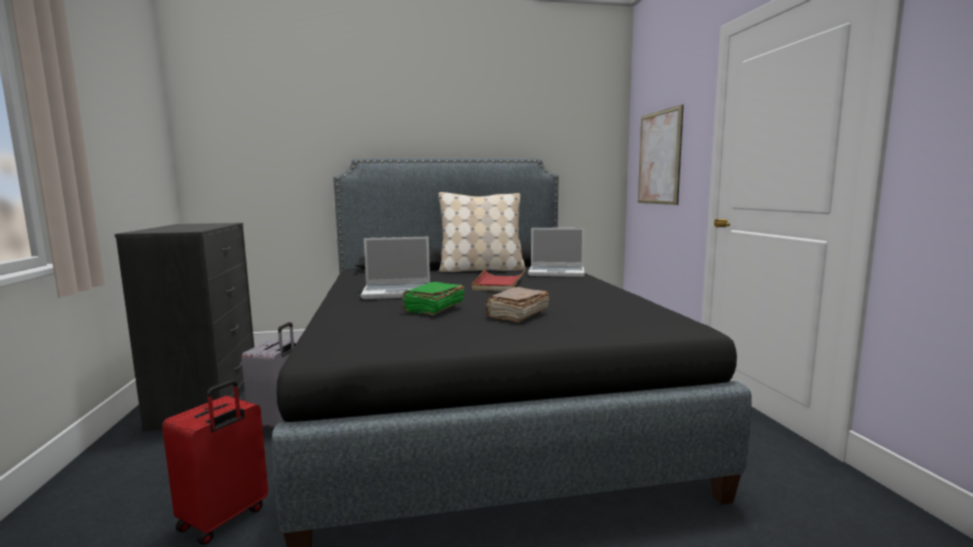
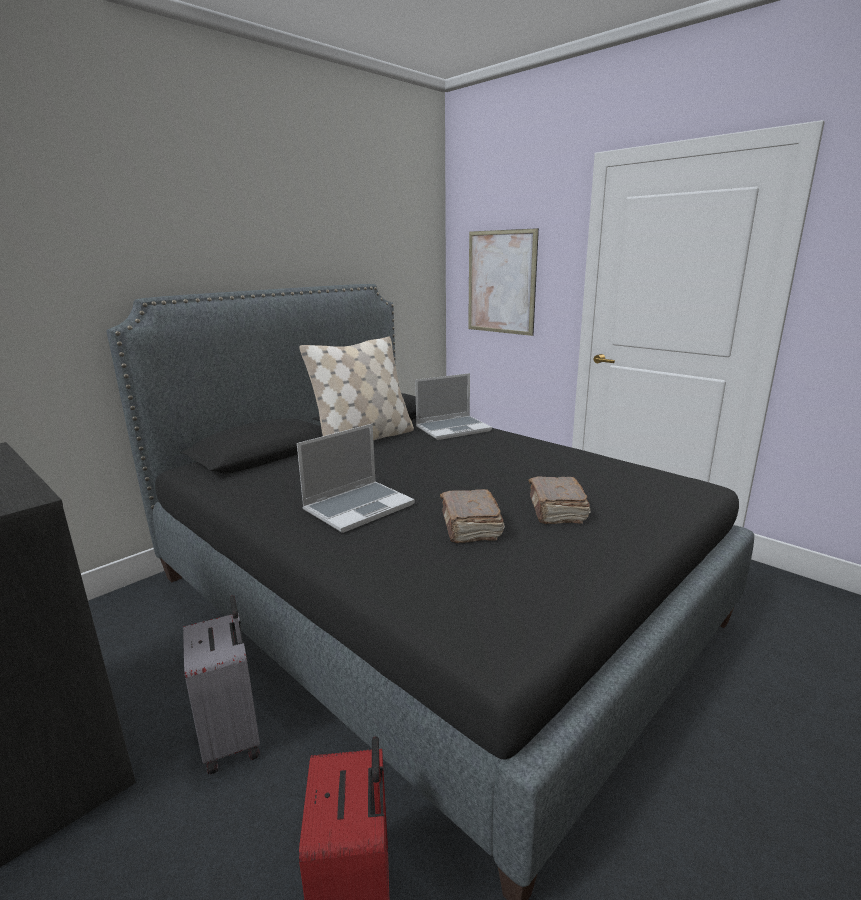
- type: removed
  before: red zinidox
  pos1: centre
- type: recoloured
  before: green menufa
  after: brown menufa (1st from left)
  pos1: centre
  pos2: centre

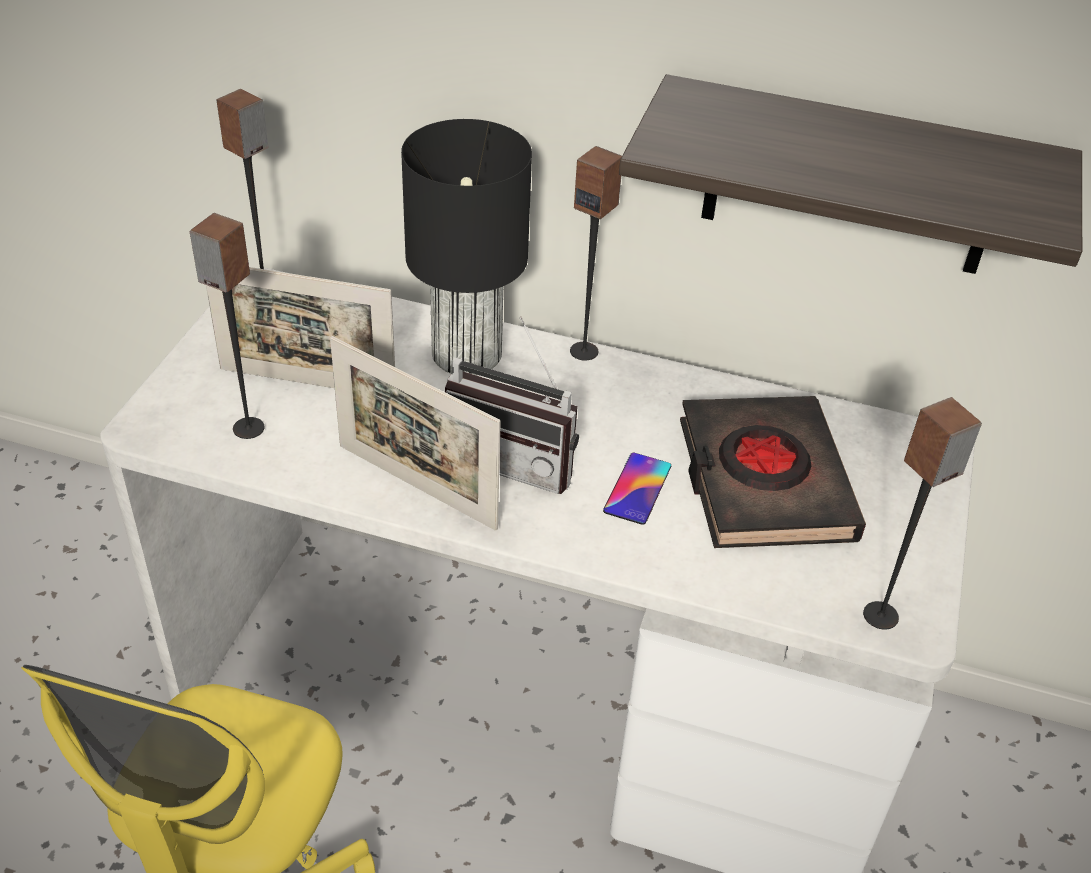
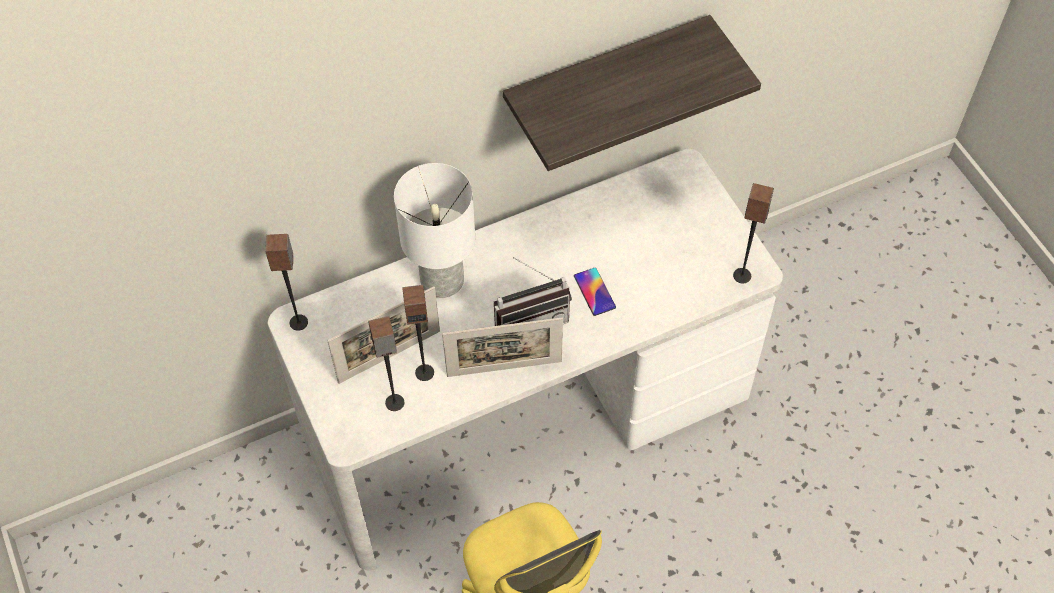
- type: removed
  before: black menufa
  pos1: middle right
- type: moved
  before: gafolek (3rd from left)
  pos1: top centre
  pos2: centre
- type: recoloured
  before: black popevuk
  after: white popevuk
  pos1: top centre
  pos2: centre

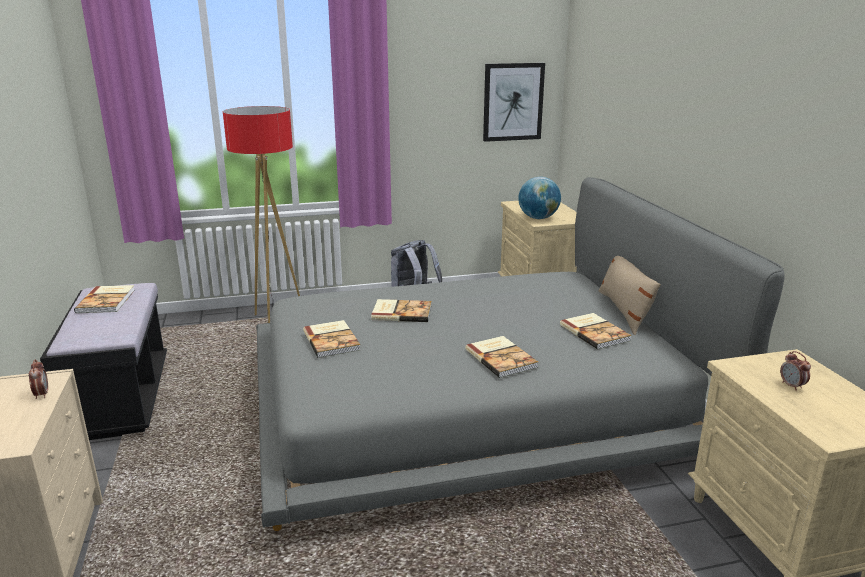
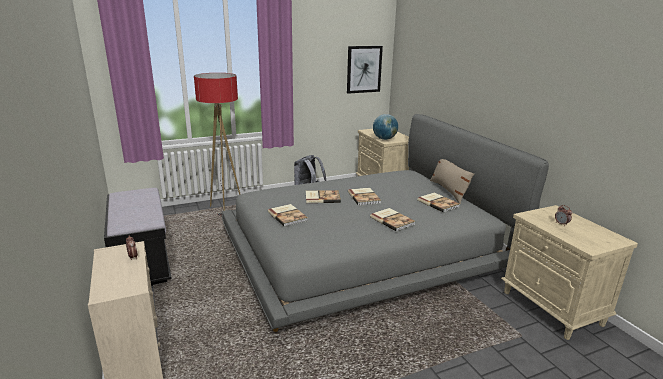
- type: moved
  before: menufa (1st from left in the first image)
  after: menufa (3rd from left)
  pos1: middle left
  pos2: centre

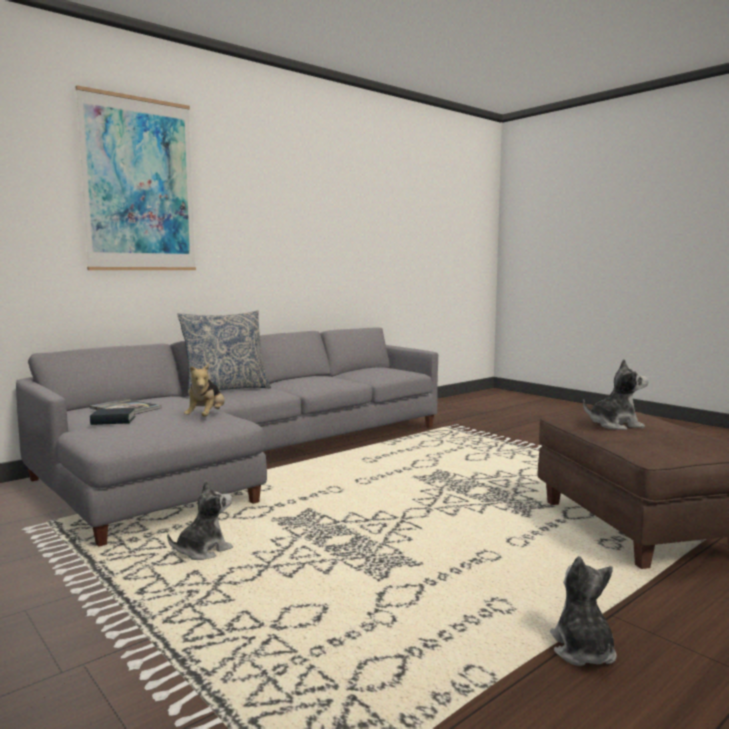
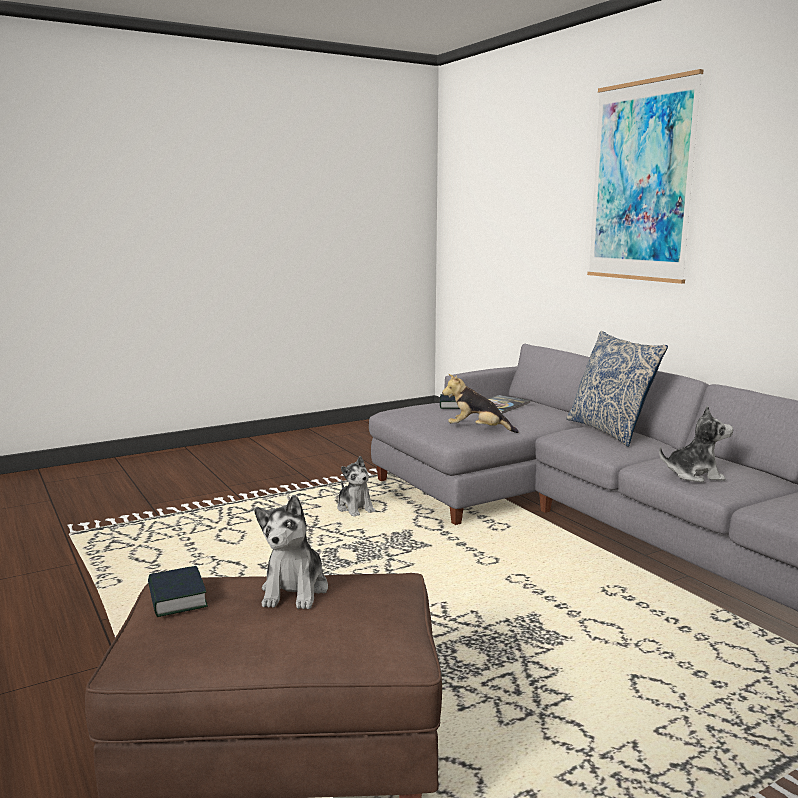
- type: added
  after: menufa (1st from left)
  pos2: bottom left
- type: moved
  before: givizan (3rd from left in the first image)
  after: givizan (4th from left)
  pos1: bottom right
  pos2: middle right

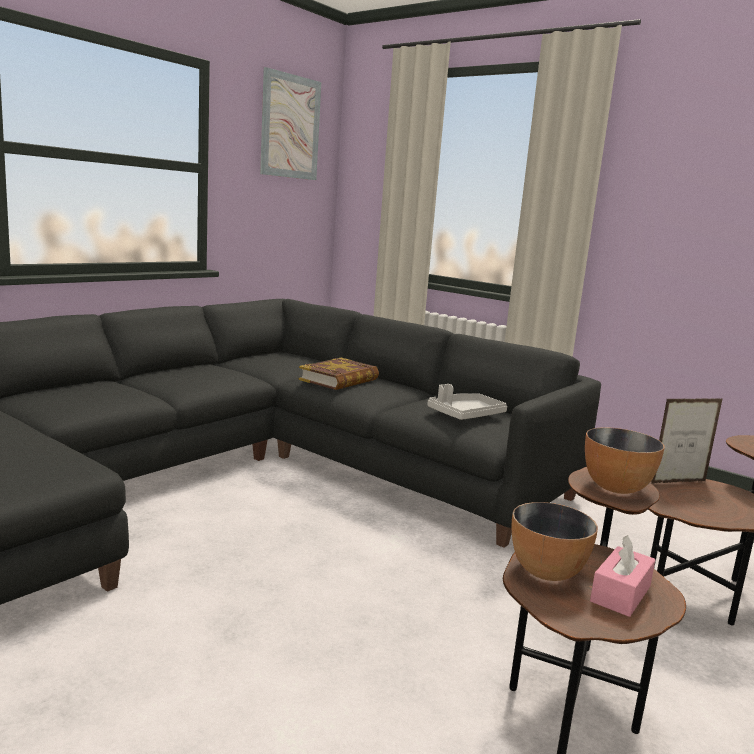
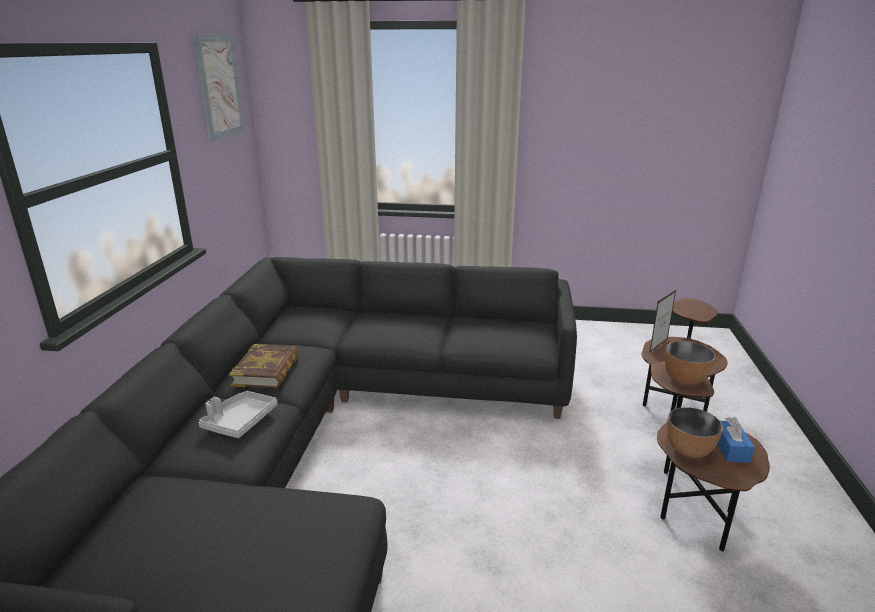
- type: moved
  before: menufa
  pos1: centre
  pos2: middle left
- type: moved
  before: grey zinidox
  pos1: centre
  pos2: bottom left
- type: recoloured
  before: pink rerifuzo
  after: blue rerifuzo
  pos1: bottom right
  pos2: bottom right

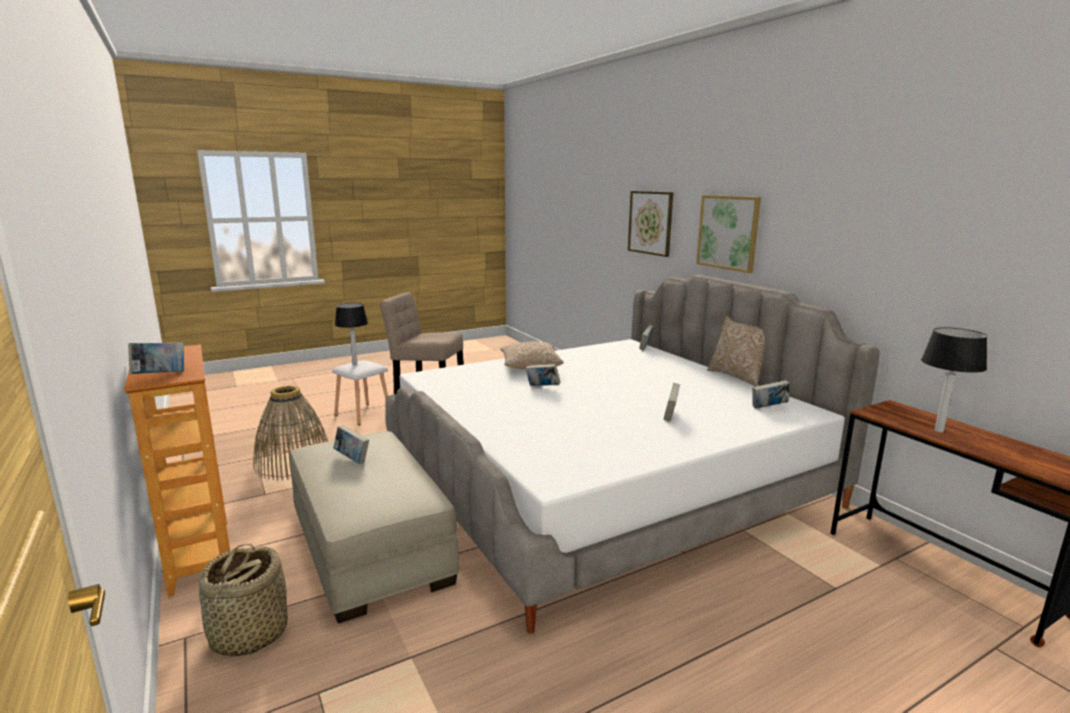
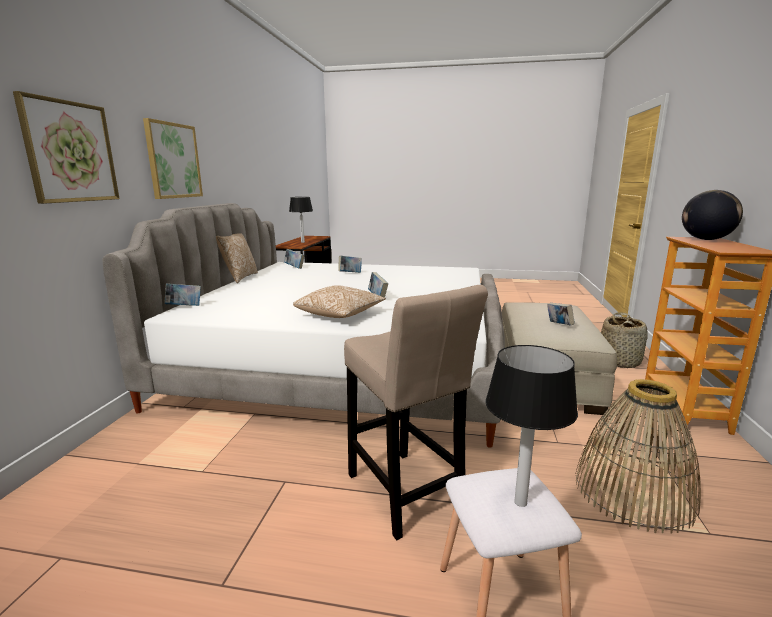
- type: replaced
  before: menufa (1st from left)
  after: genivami
  pos1: middle left
  pos2: middle right

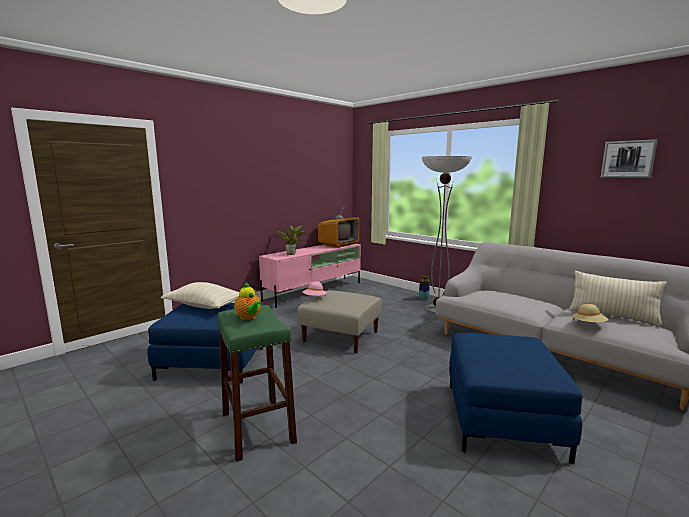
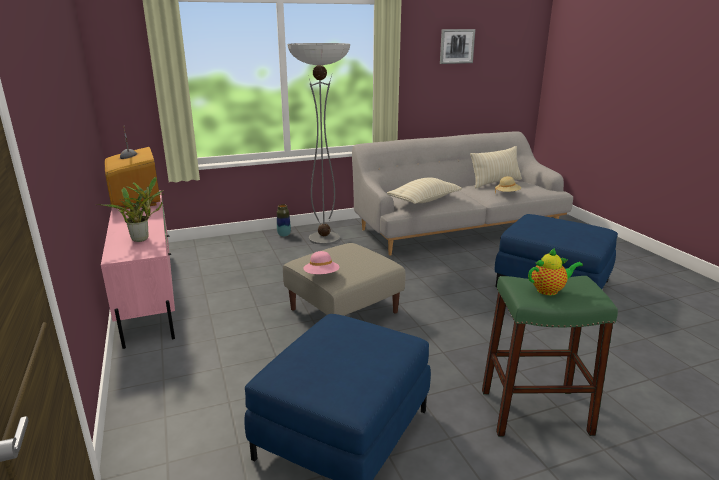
- type: moved
  before: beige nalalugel (1st from left)
  pos1: middle left
  pos2: centre

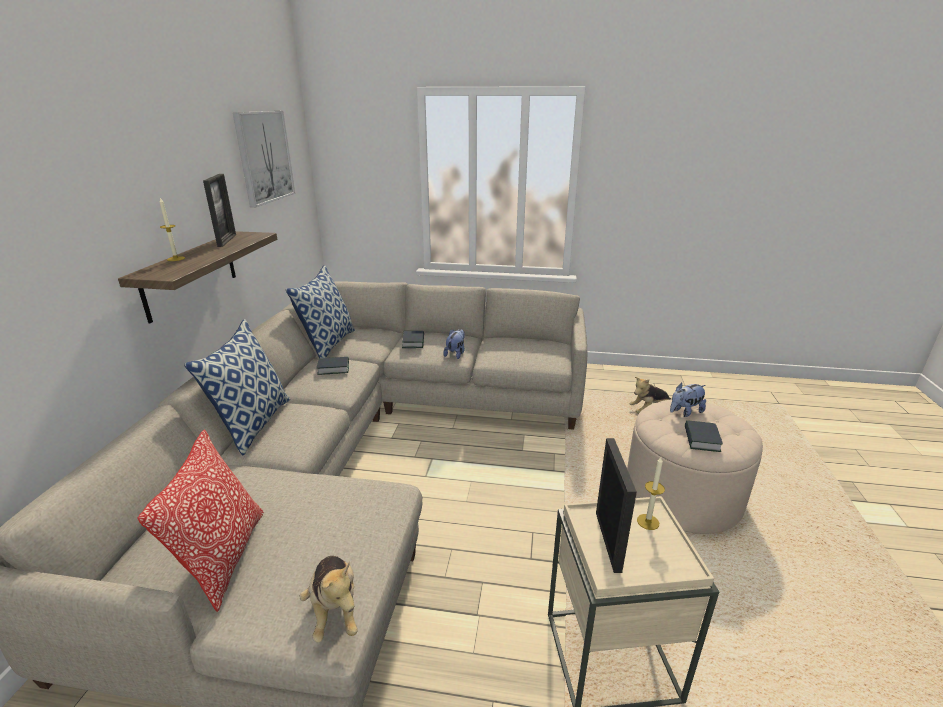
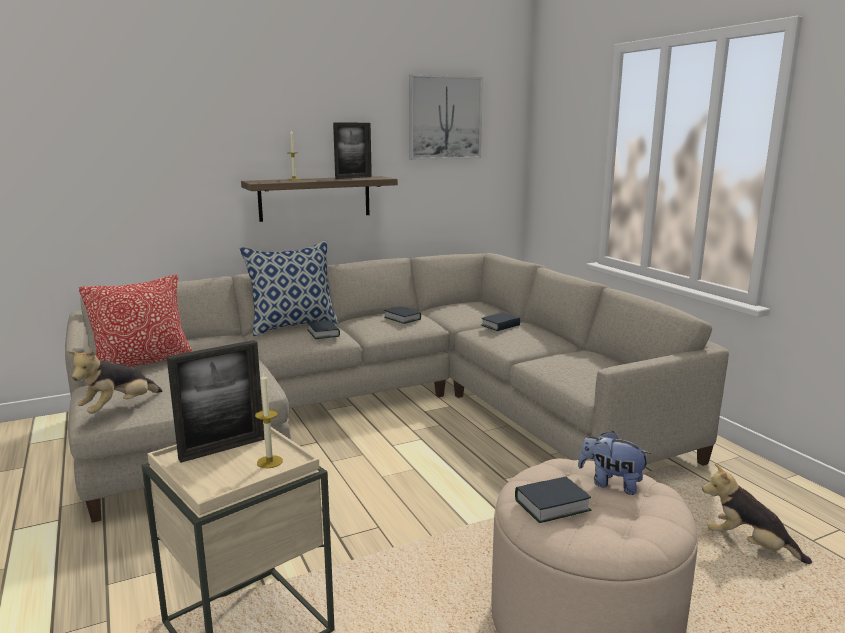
- type: removed
  before: nalalugel (3rd from left)
  pos1: centre
- type: removed
  before: givizan (2nd from left)
  pos1: centre
- type: added
  after: menufa (1st from left)
  pos2: centre

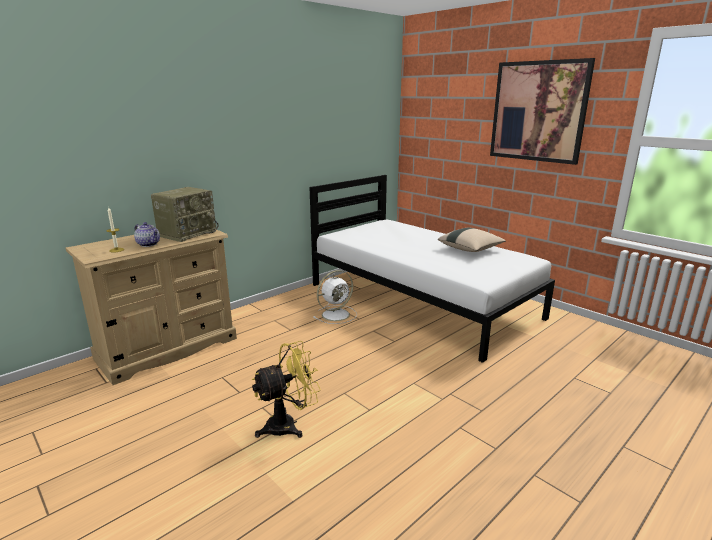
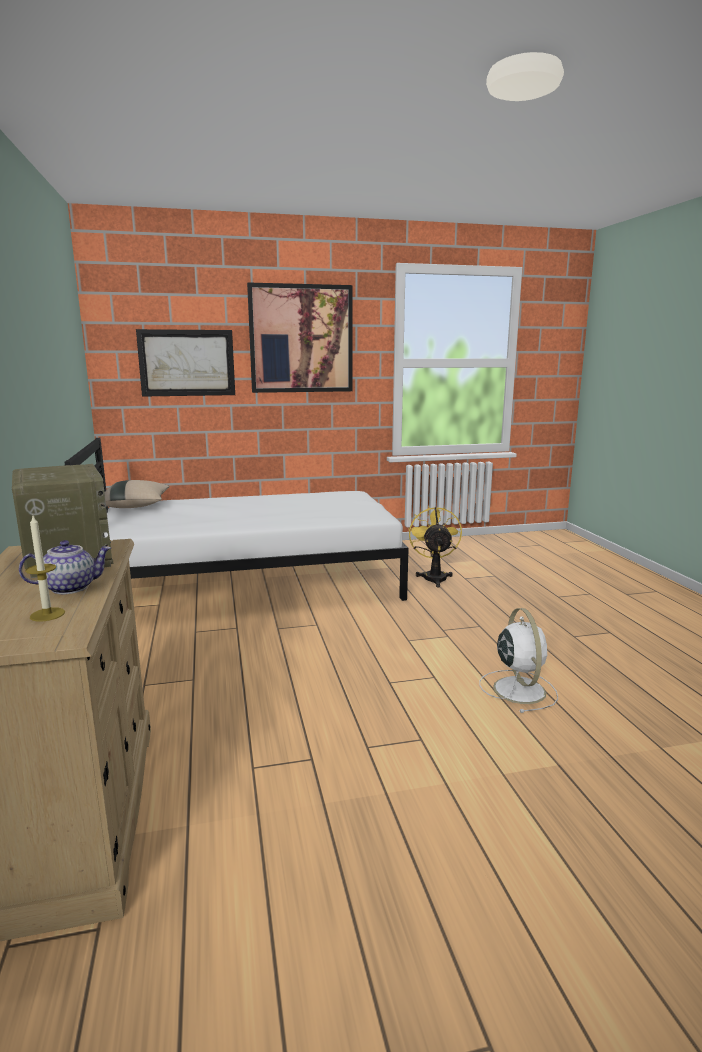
- type: added
  after: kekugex (1st from left)
  pos2: middle left
- type: moved
  before: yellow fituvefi
  pos1: bottom centre
  pos2: centre
- type: moved
  before: white fituvefi
  pos1: centre
  pos2: middle right
- type: moved
  before: beige nalalugel
  pos1: centre
  pos2: middle left

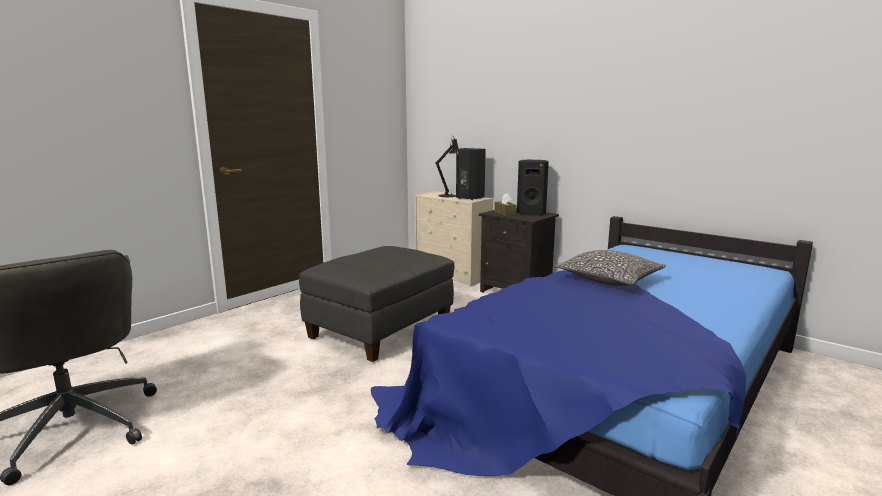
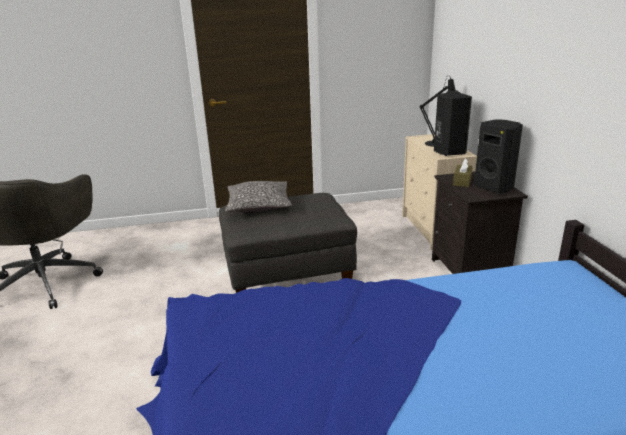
- type: moved
  before: nalalugel
  pos1: middle right
  pos2: centre

